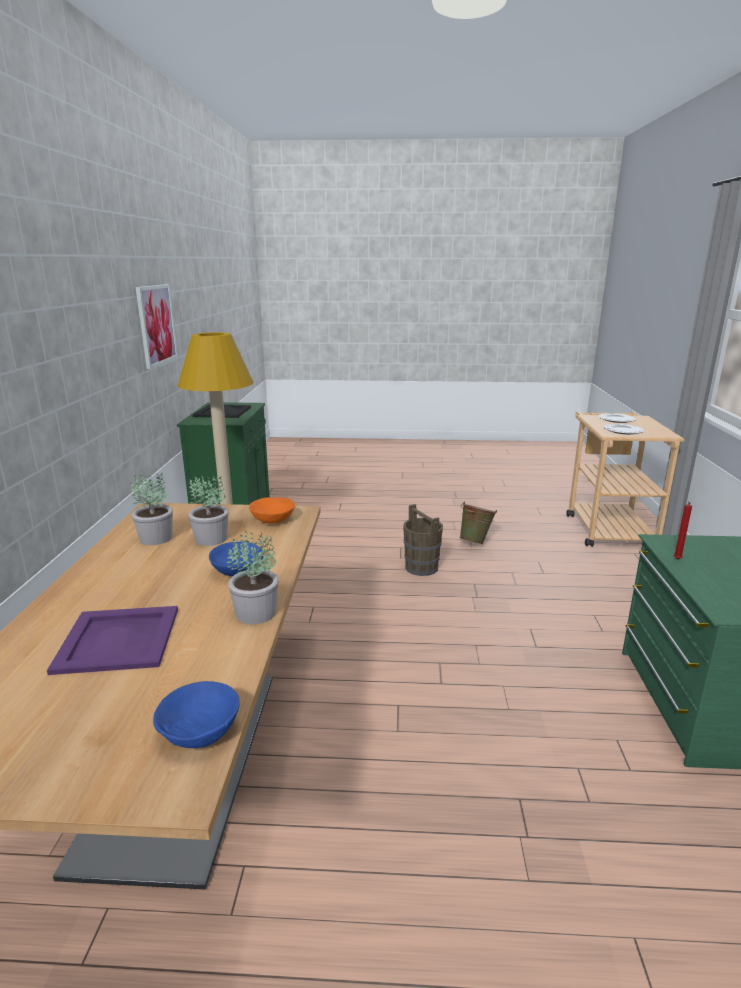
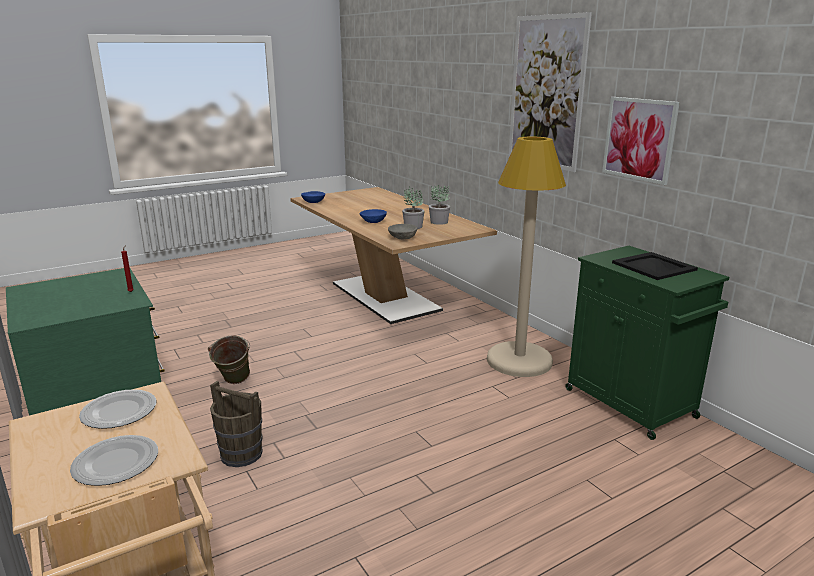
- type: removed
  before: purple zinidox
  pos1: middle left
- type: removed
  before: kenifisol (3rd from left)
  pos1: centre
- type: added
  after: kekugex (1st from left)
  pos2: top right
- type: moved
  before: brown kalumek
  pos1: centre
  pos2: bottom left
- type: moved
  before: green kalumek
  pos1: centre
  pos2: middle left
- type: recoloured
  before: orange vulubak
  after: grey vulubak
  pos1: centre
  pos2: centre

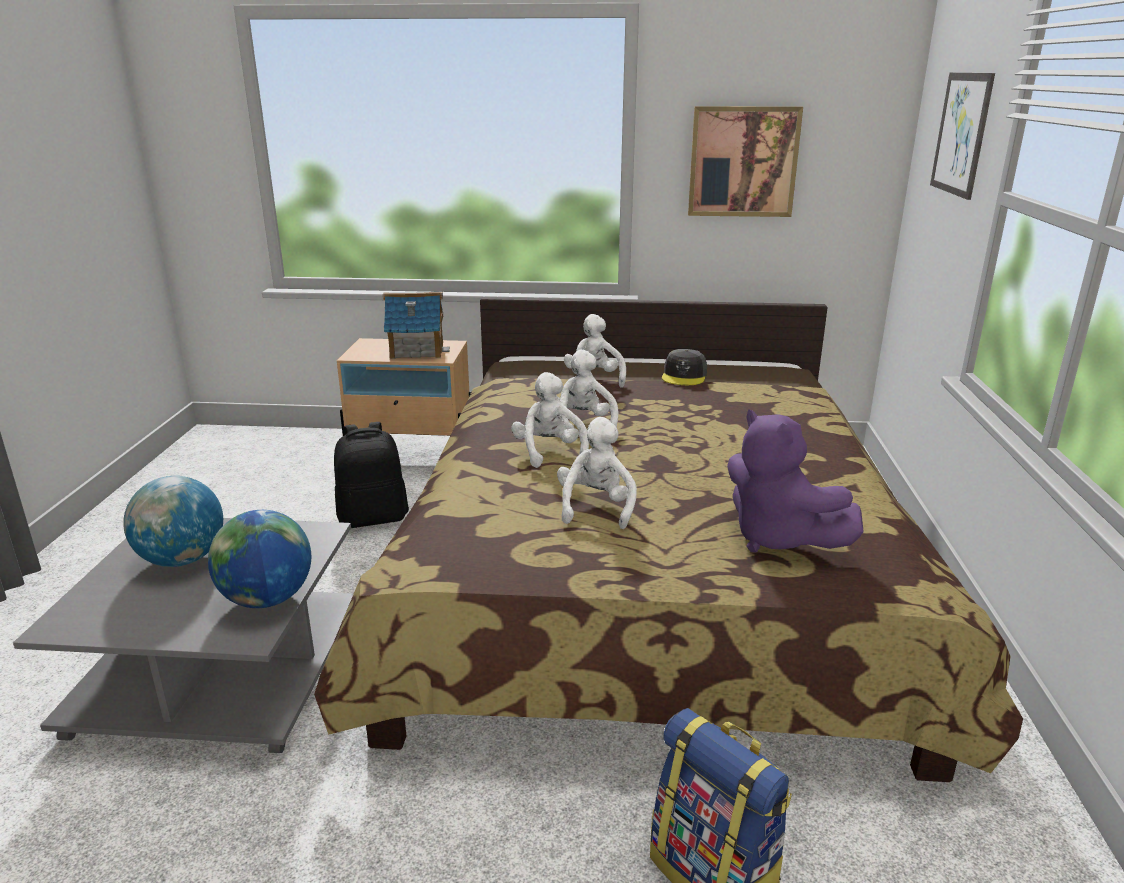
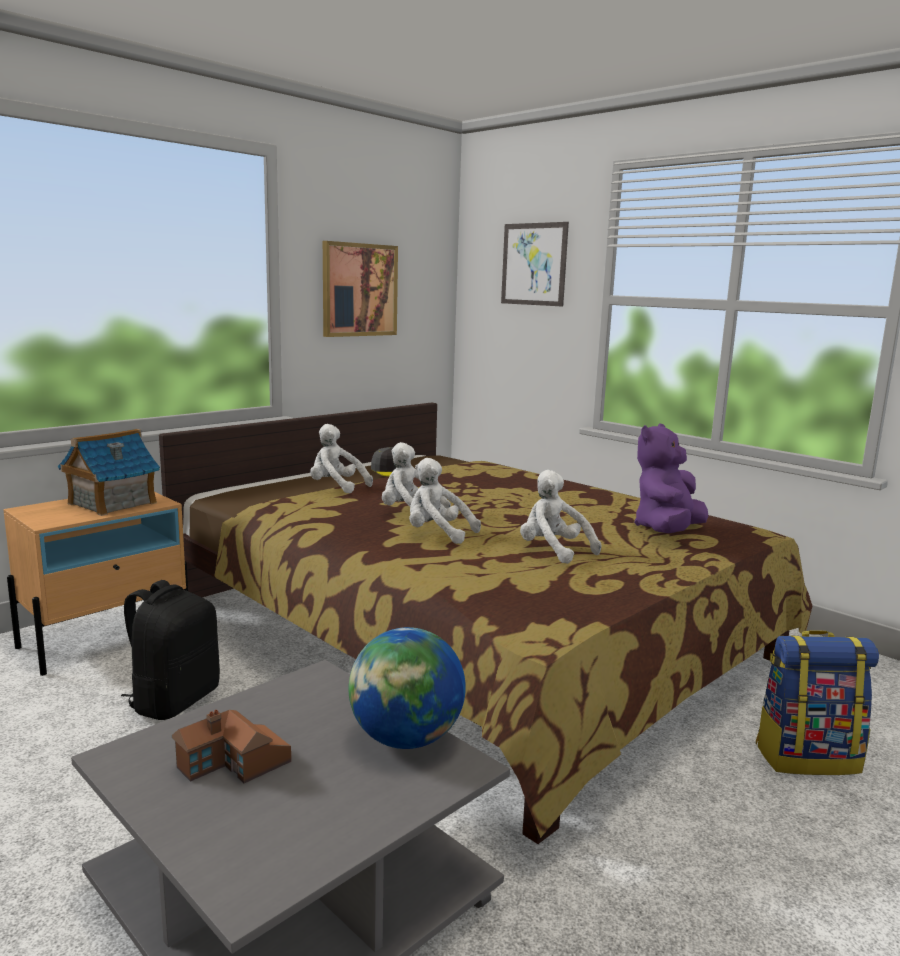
- type: replaced
  before: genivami (1st from left)
  after: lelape (2nd from left)
  pos1: middle left
  pos2: bottom left
- type: turned
  before: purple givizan
  pos1: middle right
  pos2: middle right
  turn: 120

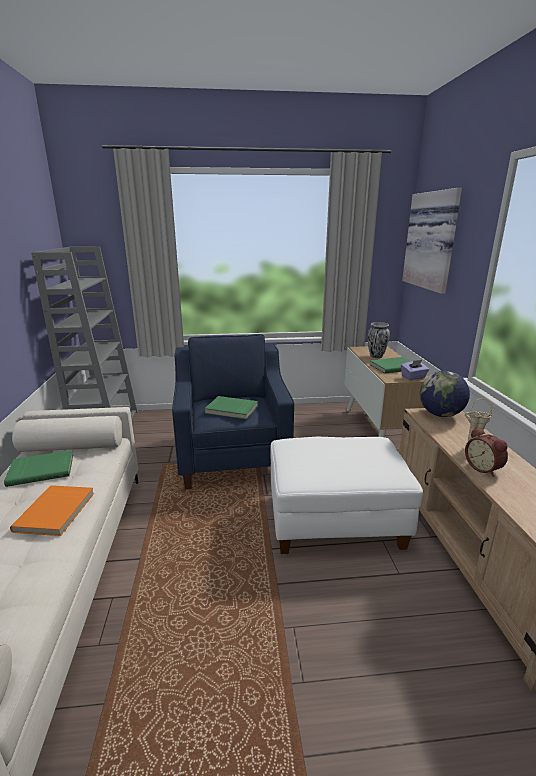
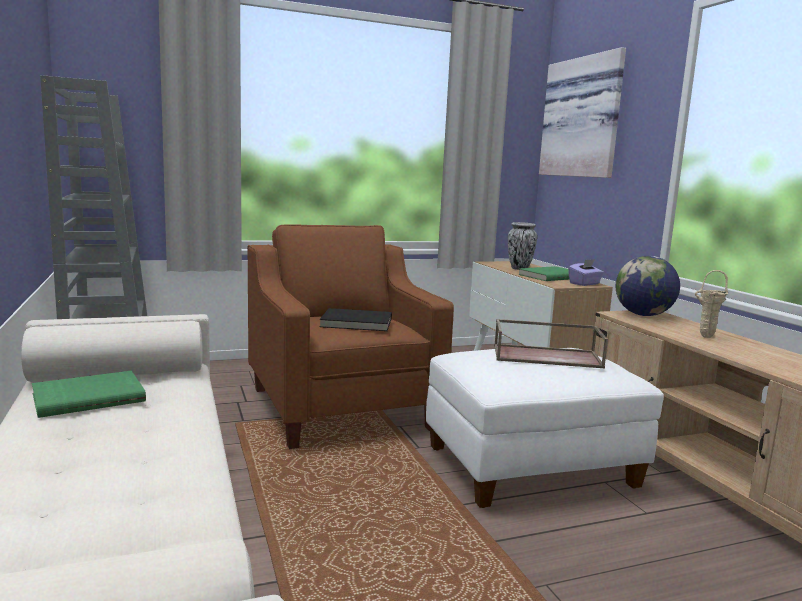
- type: removed
  before: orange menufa
  pos1: middle left
- type: removed
  before: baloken
  pos1: middle right
- type: added
  after: brown zinidox
  pos2: middle right
- type: recoloured
  before: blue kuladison
  after: brown kuladison
  pos1: centre
  pos2: centre
- type: recoloured
  before: green menufa (2nd from left)
  after: black menufa
  pos1: centre
  pos2: centre

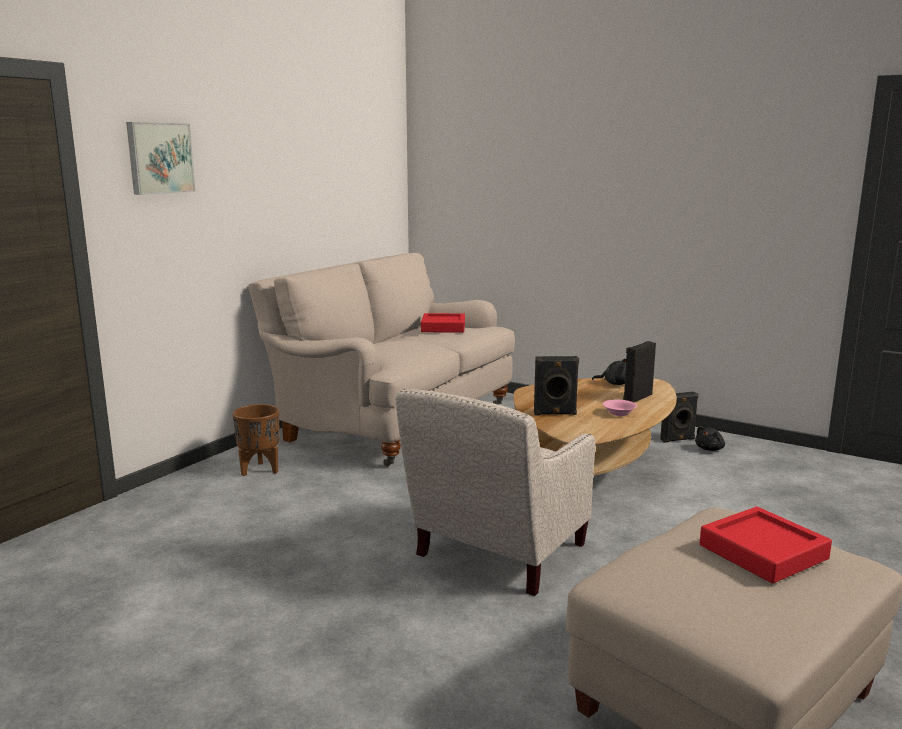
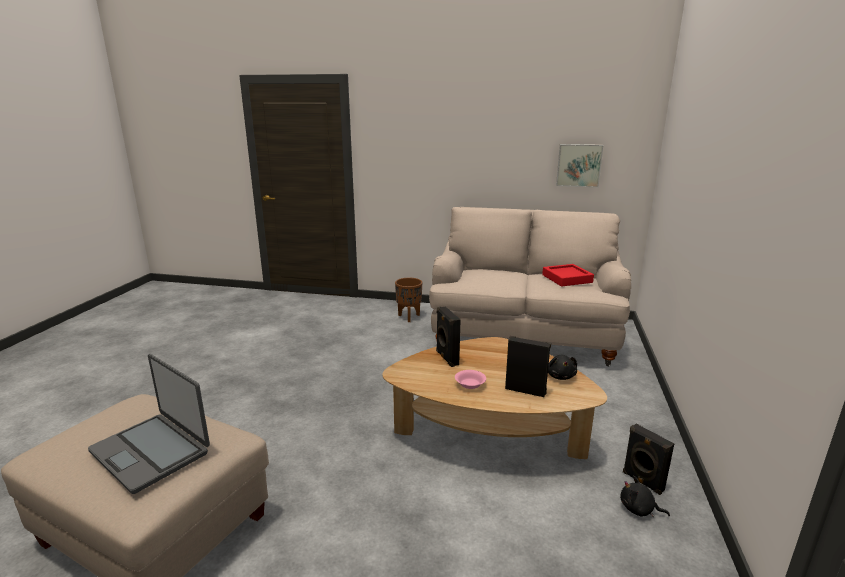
- type: removed
  before: beige kuladison
  pos1: bottom centre
- type: moved
  before: kekugex
  pos1: top left
  pos2: top right
- type: replaced
  before: red zinidox (2nd from left)
  after: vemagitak
  pos1: bottom right
  pos2: bottom left

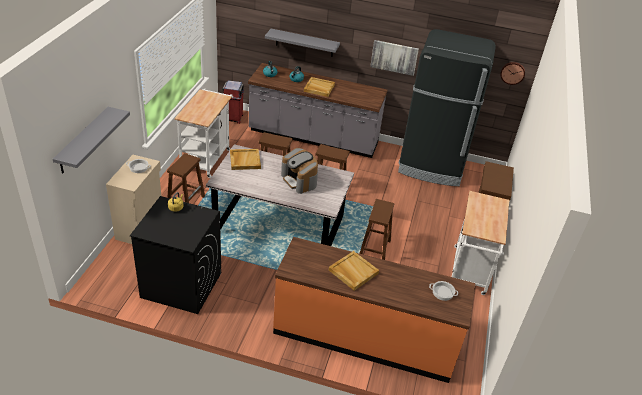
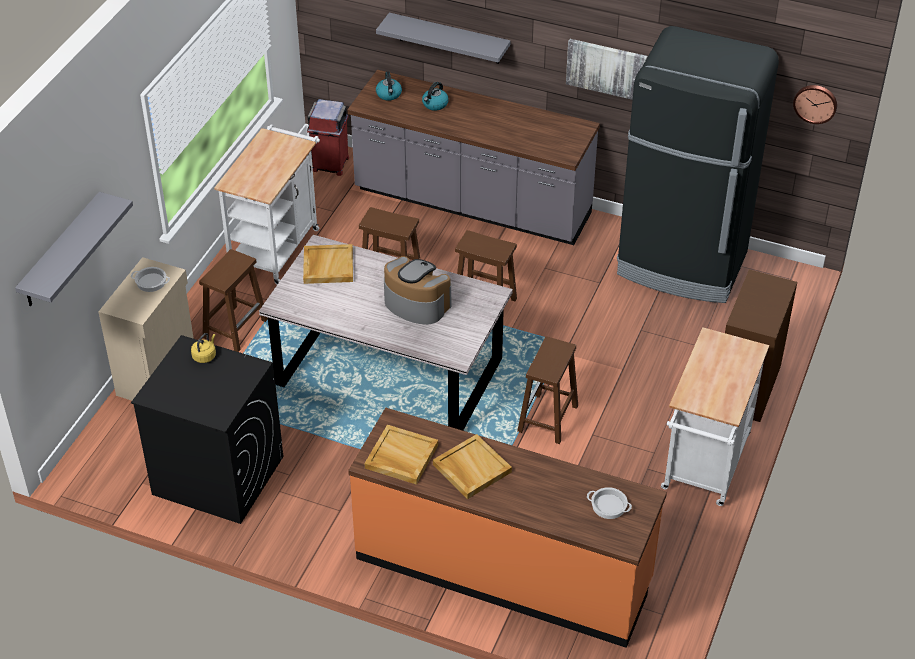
- type: moved
  before: beige zinidox (2nd from left)
  pos1: top centre
  pos2: bottom centre
- type: turned
  before: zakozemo
  pos1: centre
  pos2: centre
  turn: 150

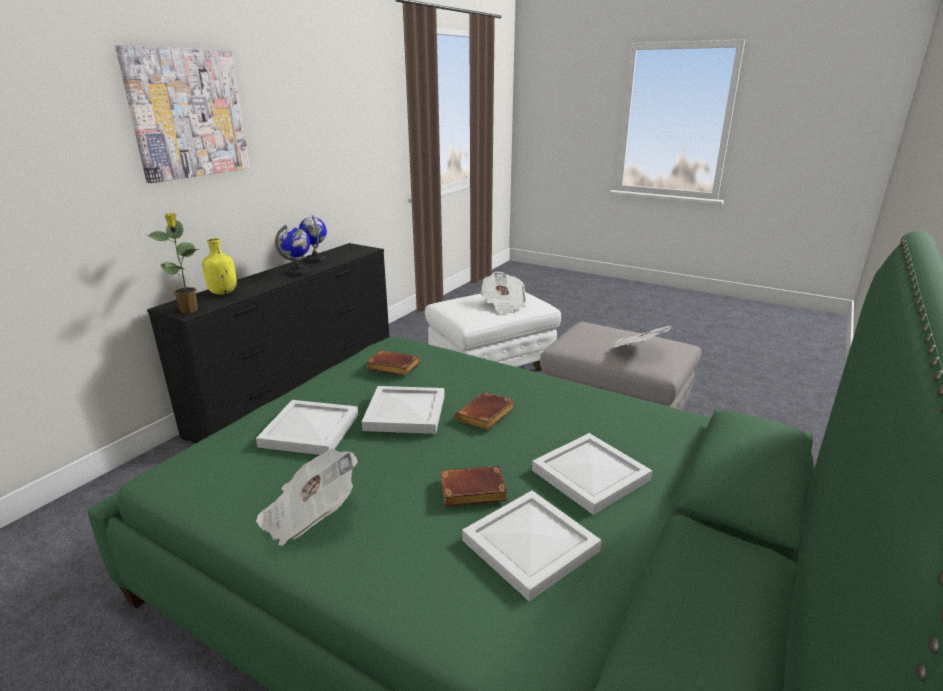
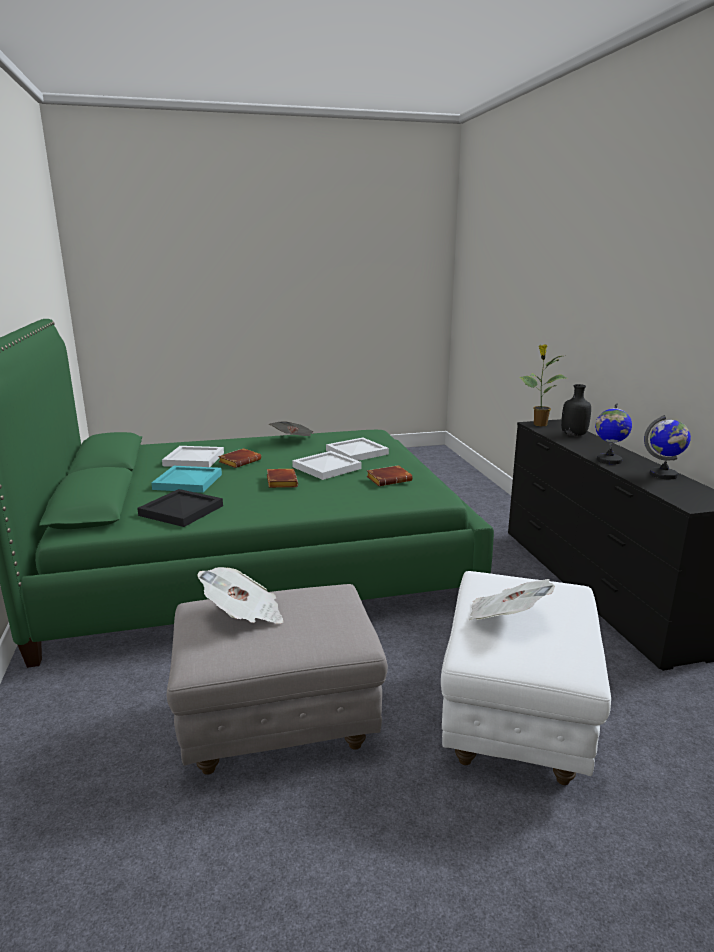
- type: removed
  before: kekugex
  pos1: top left
- type: added
  after: black zinidox
  pos2: middle left
- type: recoloured
  before: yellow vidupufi
  after: black vidupufi
  pos1: middle left
  pos2: middle right
- type: recoloured
  before: white zinidox (4th from left)
  after: turquoise zinidox
  pos1: bottom centre
  pos2: middle left

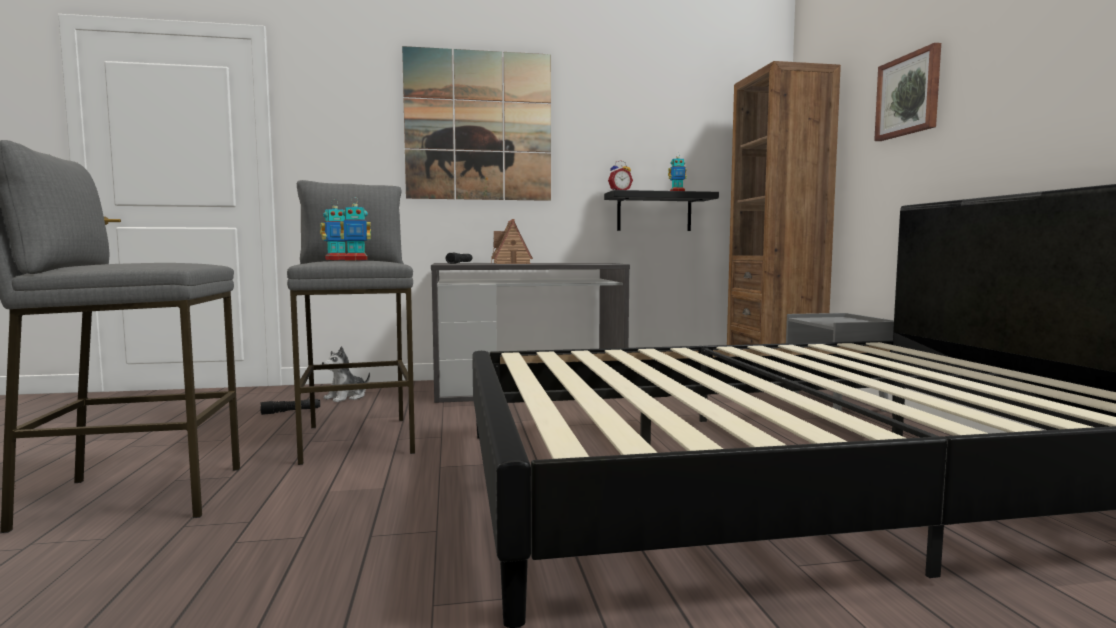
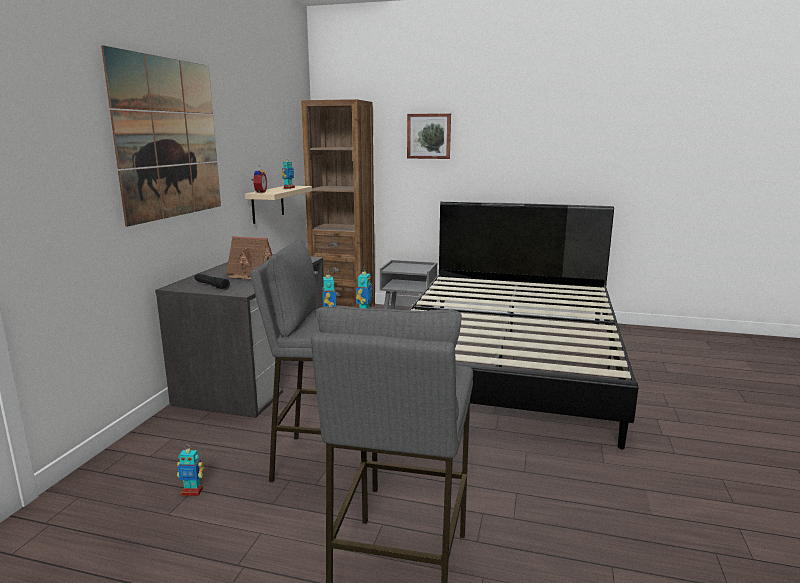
- type: removed
  before: givizan
  pos1: middle left
- type: replaced
  before: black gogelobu (1st from left)
  after: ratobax (1st from left)
  pos1: middle left
  pos2: bottom left
- type: recoloured
  before: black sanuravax
  after: beige sanuravax
  pos1: centre
  pos2: centre

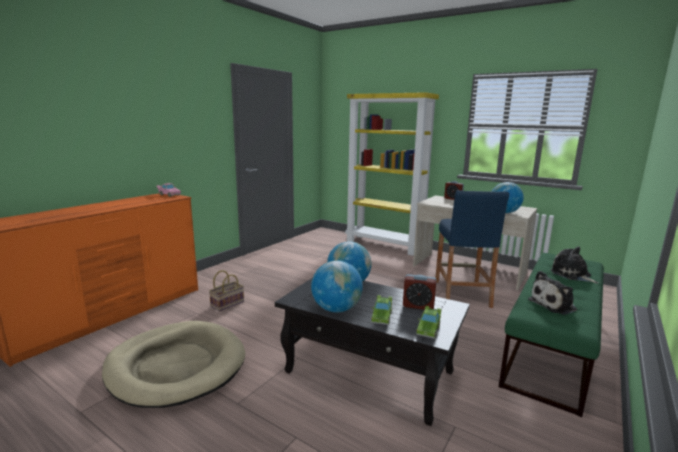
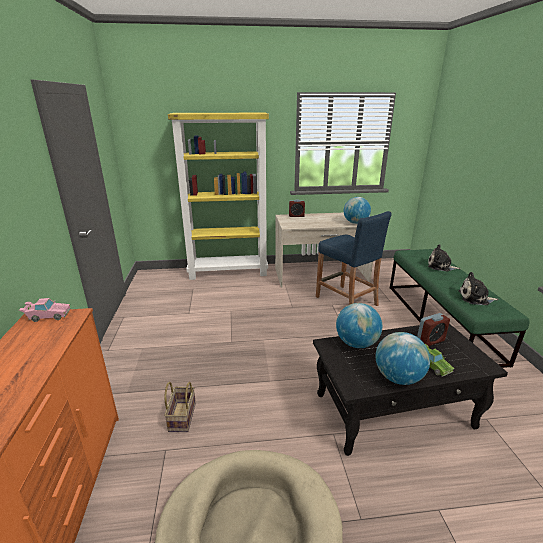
- type: removed
  before: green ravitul (2nd from left)
  pos1: bottom centre
- type: turned
  before: givizan (1st from left in the first image)
  pos1: middle right
  pos2: middle right
  turn: 75

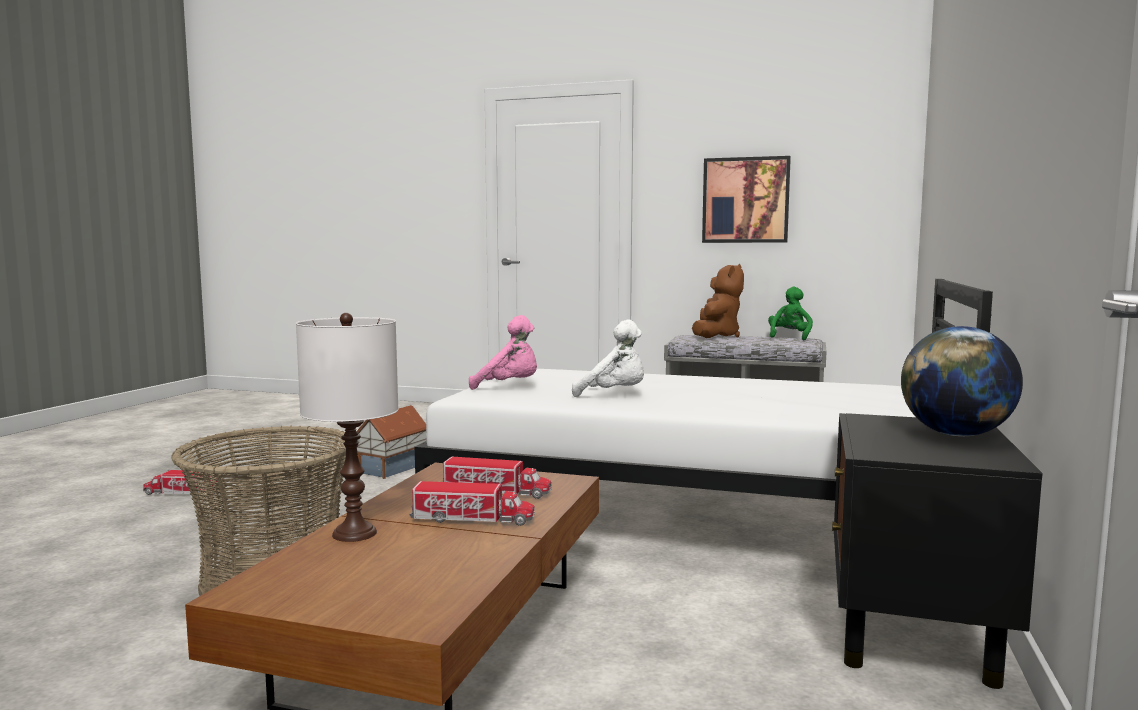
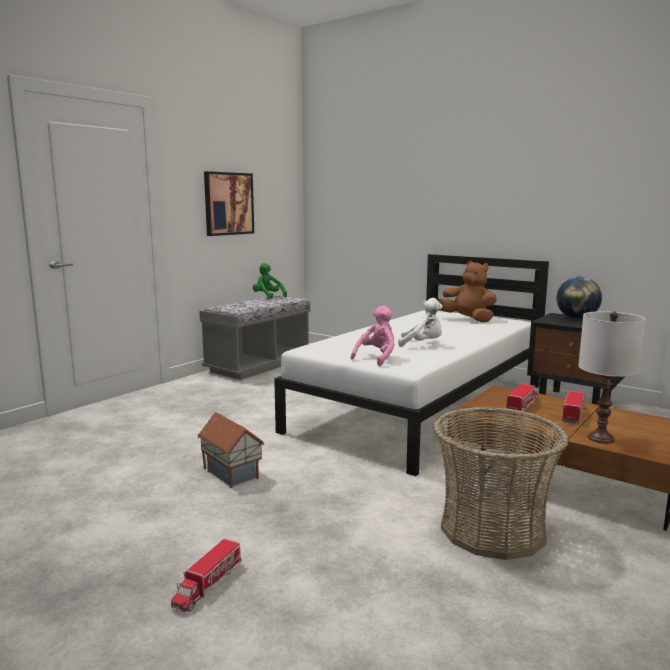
- type: moved
  before: brown givizan
  pos1: centre
  pos2: middle right
- type: turned
  before: white givizan
  pos1: centre
  pos2: centre
  turn: 60

